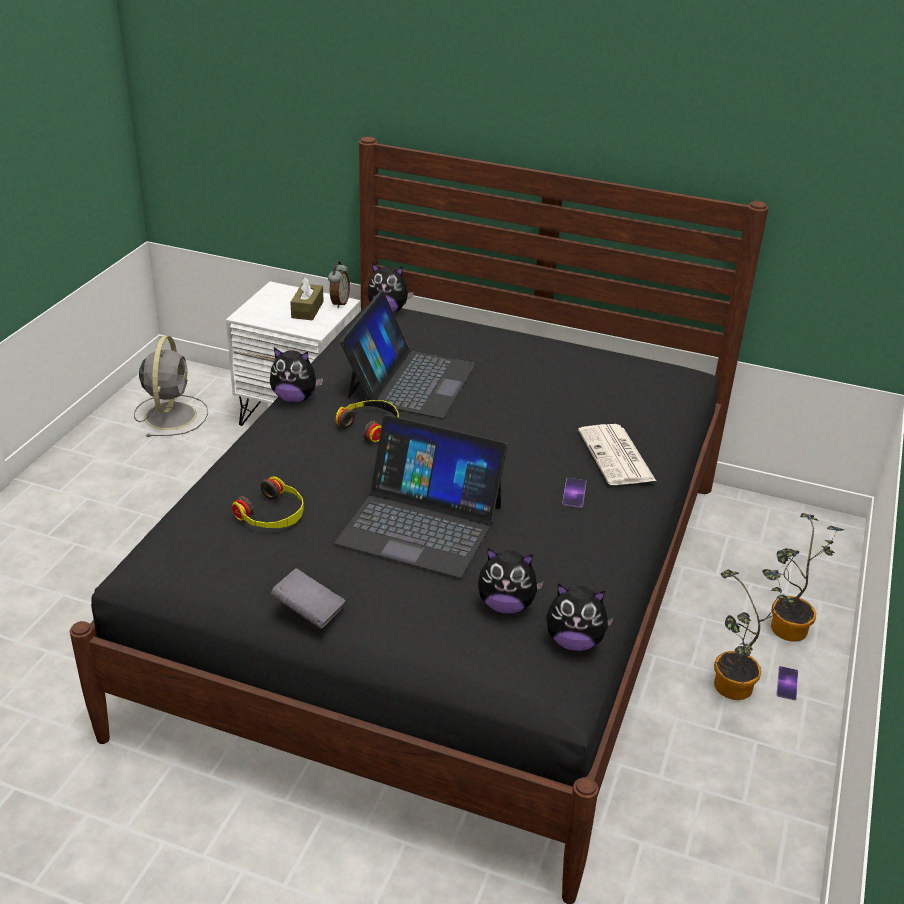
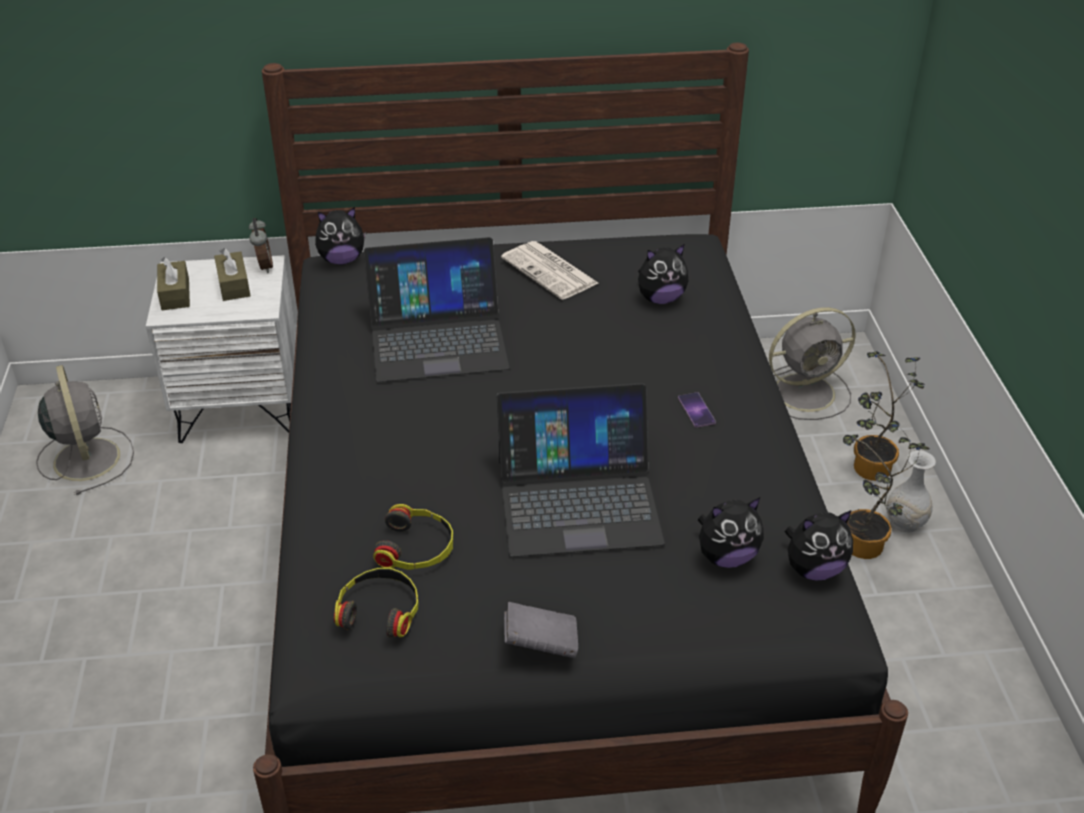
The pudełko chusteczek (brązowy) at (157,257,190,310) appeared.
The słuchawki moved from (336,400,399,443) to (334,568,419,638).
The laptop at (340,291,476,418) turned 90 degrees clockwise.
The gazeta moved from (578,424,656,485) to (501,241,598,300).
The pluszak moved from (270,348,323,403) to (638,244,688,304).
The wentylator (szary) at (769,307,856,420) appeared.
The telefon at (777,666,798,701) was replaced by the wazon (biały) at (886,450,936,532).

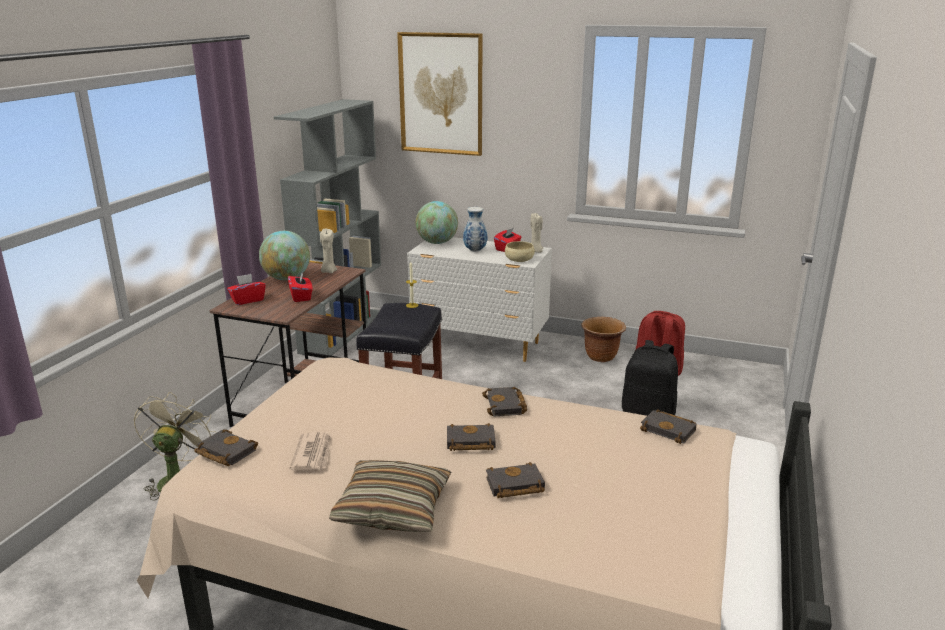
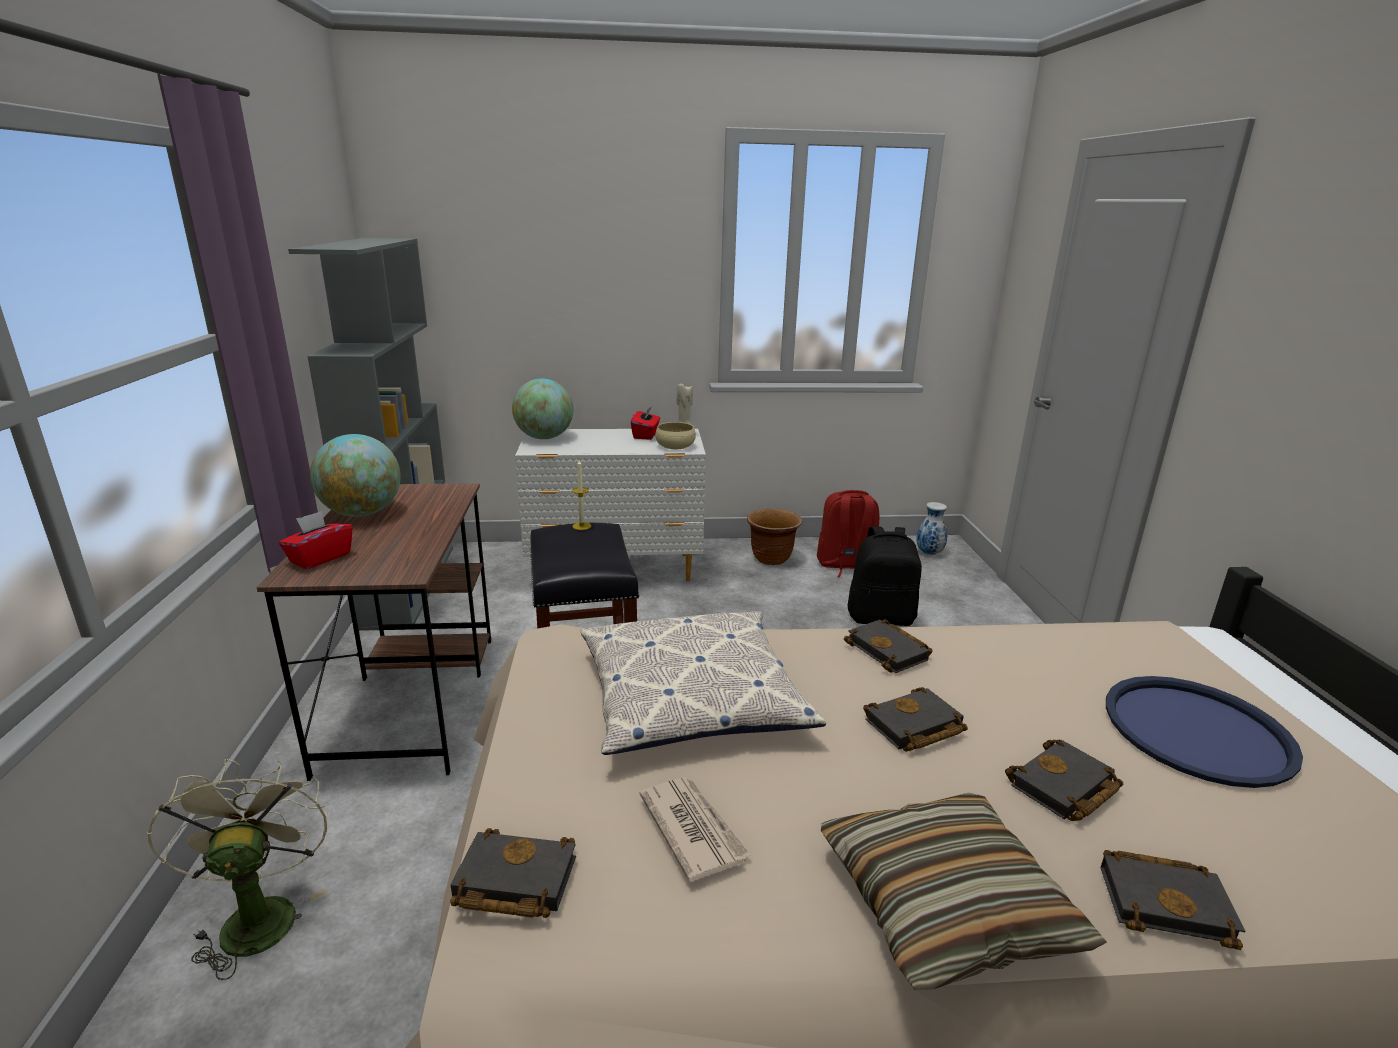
The poduszka at (581,611,826,755) appeared.
The wazon moved from (463,207,487,252) to (916,502,947,555).
The książka (czarny) moved from (640,409,697,444) to (1101,850,1246,950).
The taca (niebieski) at (1106,676,1303,788) appeared.
The pudełko chusteczek (czerwony) at (288,272,313,302) disappeared.
The świeca (beżowy) at (320,229,337,273) disappeared.
The obraz at (397,32,483,156) disappeared.

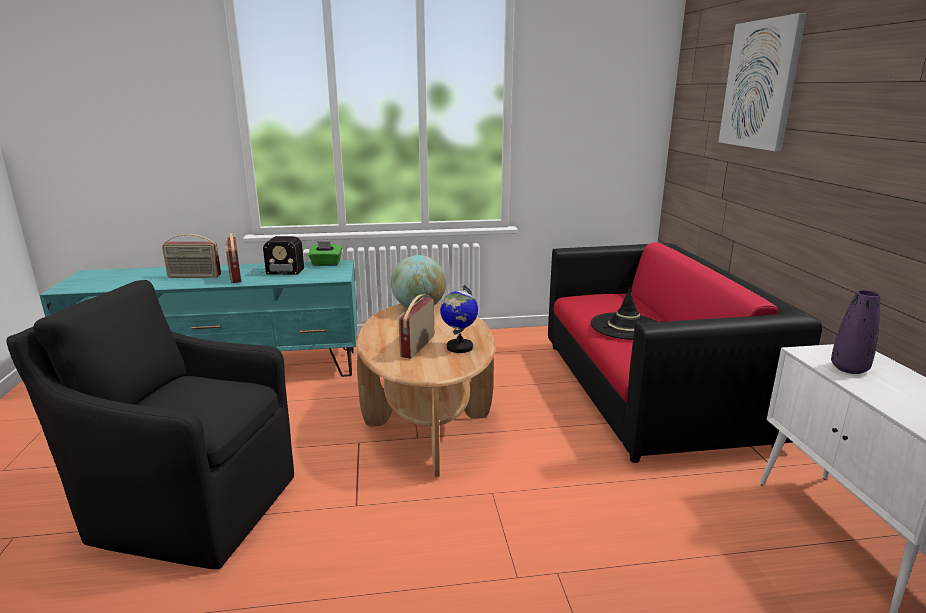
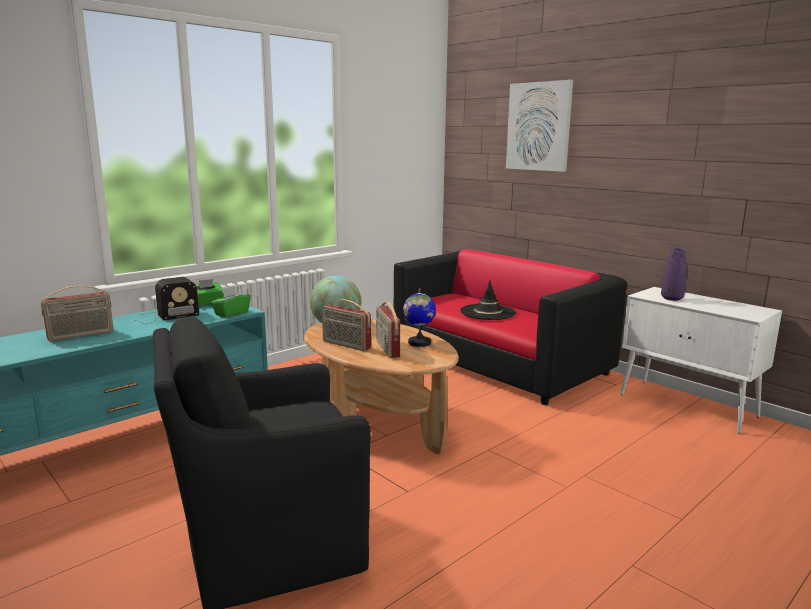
The pudełko chusteczek (zielony) at (211,286,251,318) appeared.
The radio moved from (225,233,241,283) to (322,299,371,351).

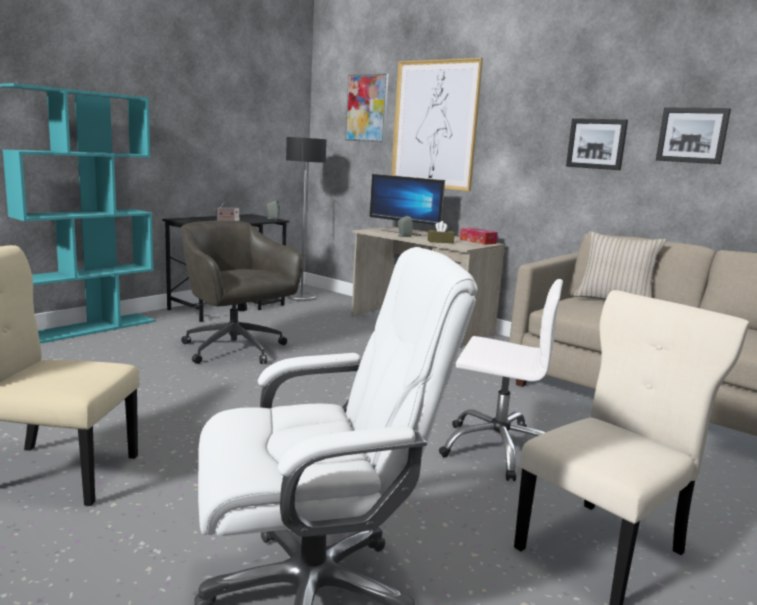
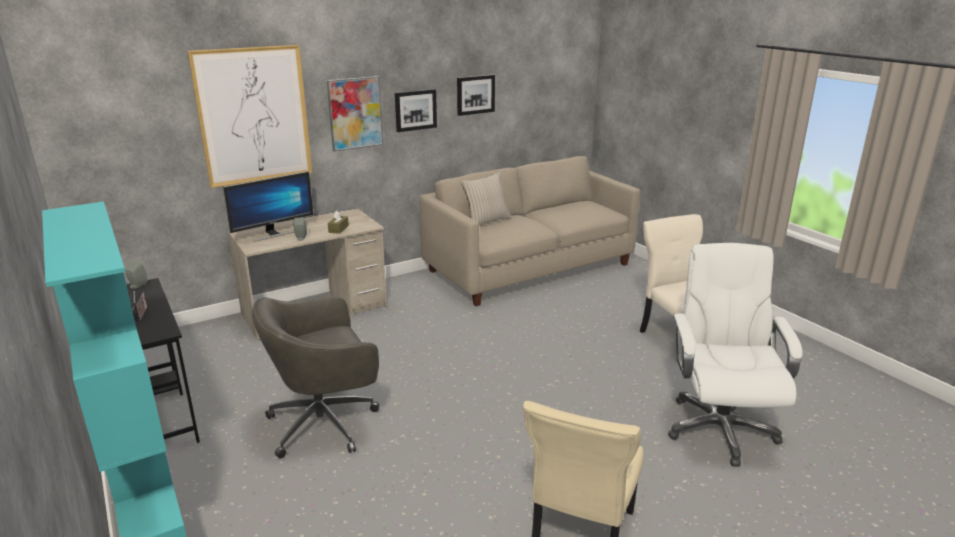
The obraz moved from (345,74,389,143) to (327,76,383,152).
The lampa stojąca at (286,137,326,301) disappeared.
The krzesło biurowe (biały) at (439,279,563,481) disappeared.
The pudełko chusteczek at (460,228,498,245) disappeared.

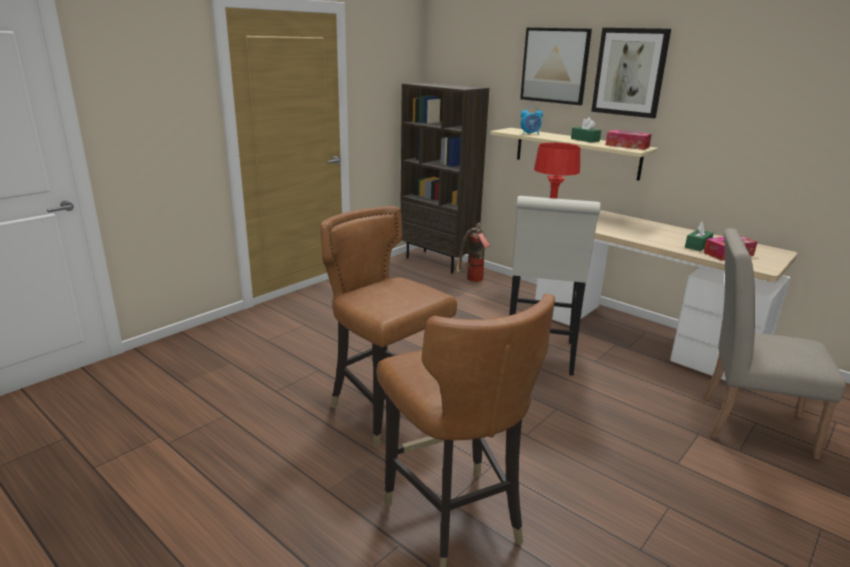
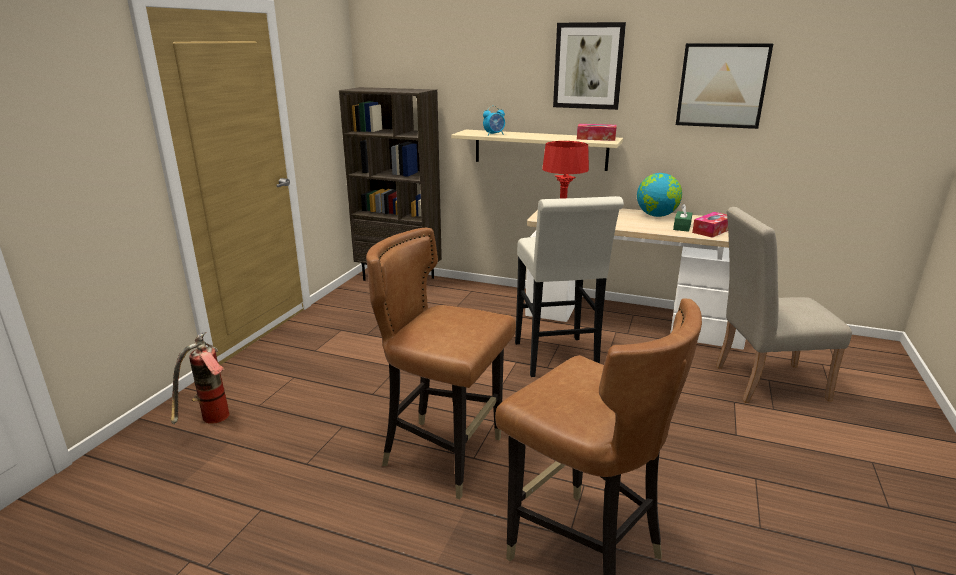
The gaśnica moved from (456,223,490,282) to (171,332,230,424).
The globus at (637,173,682,217) appeared.
The obraz moved from (520,28,592,105) to (676,43,773,129).
The pudełko chusteczek (zielony) at (571,118,601,143) disappeared.

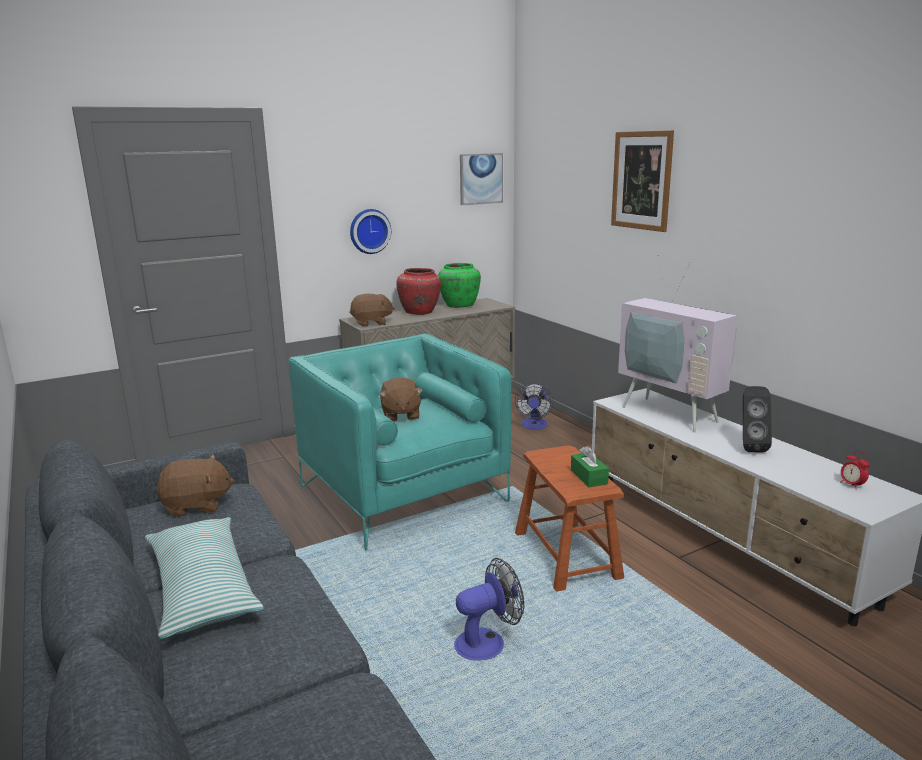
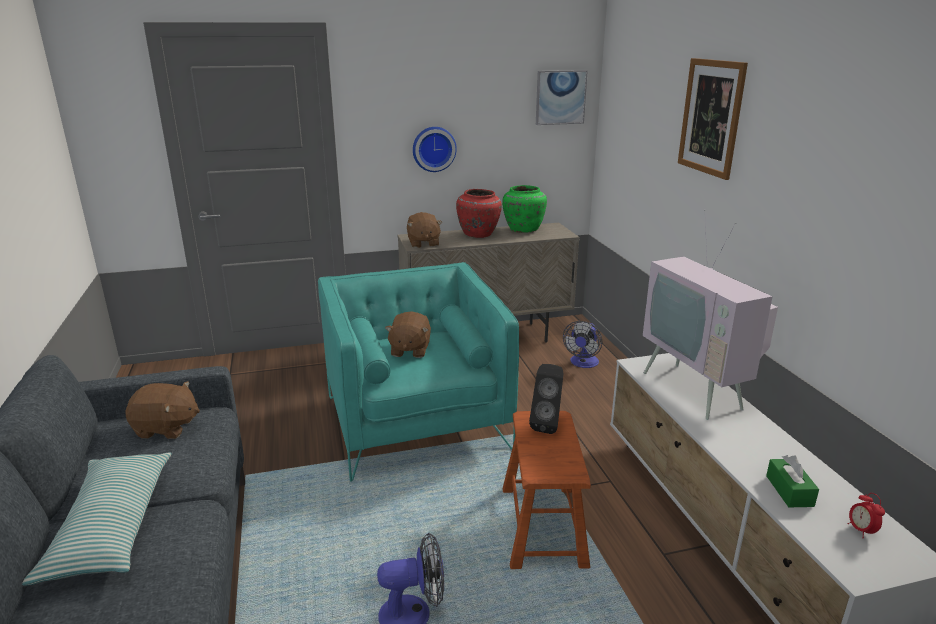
The pluszak (brązowy) at (350,294,395,327) turned 75 degrees clockwise.
The głośnik (czarny) moved from (743,386,772,452) to (529,364,563,434).
The pudełko chusteczek (zielony) moved from (571,446,609,487) to (766,455,819,507).

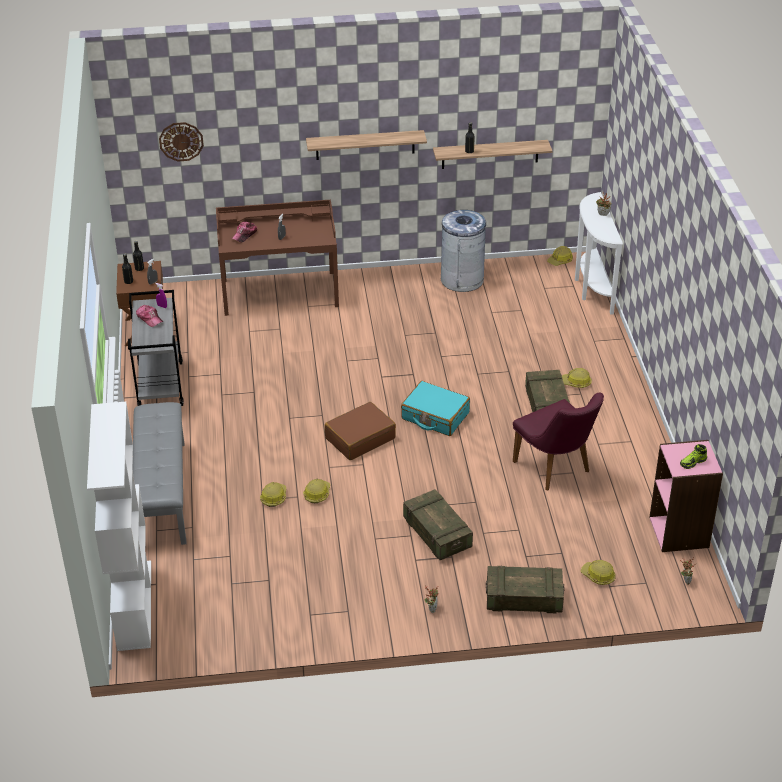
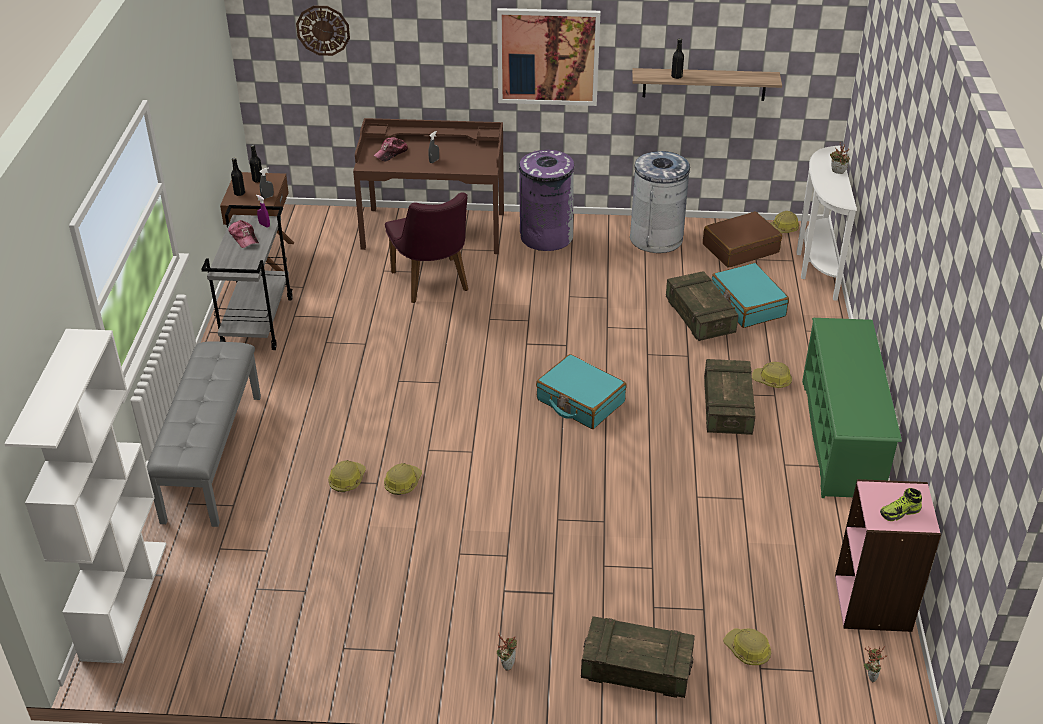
The krzesło (fioletowy) moved from (513,393,604,491) to (385,193,468,303).
The półka at (306,130,427,160) was replaced by the obraz at (497,8,601,106).
The kosz na śmieci (fioletowy) at (519,150,574,251) appeared.
The skrzynka moved from (403,489,473,560) to (666,271,738,341).
The walizka (brązowy) moved from (325,402,396,460) to (703,212,782,268).
The walizka (turkusowy) at (712,263,789,328) appeared.
The regał na buty (zielony) at (802,318,902,498) appeared.

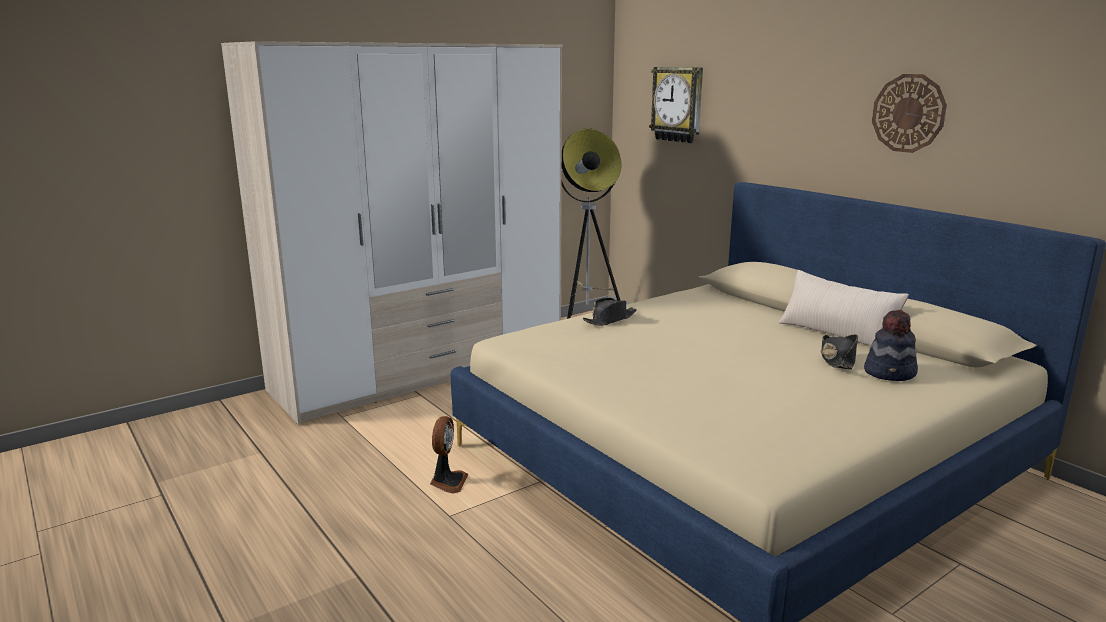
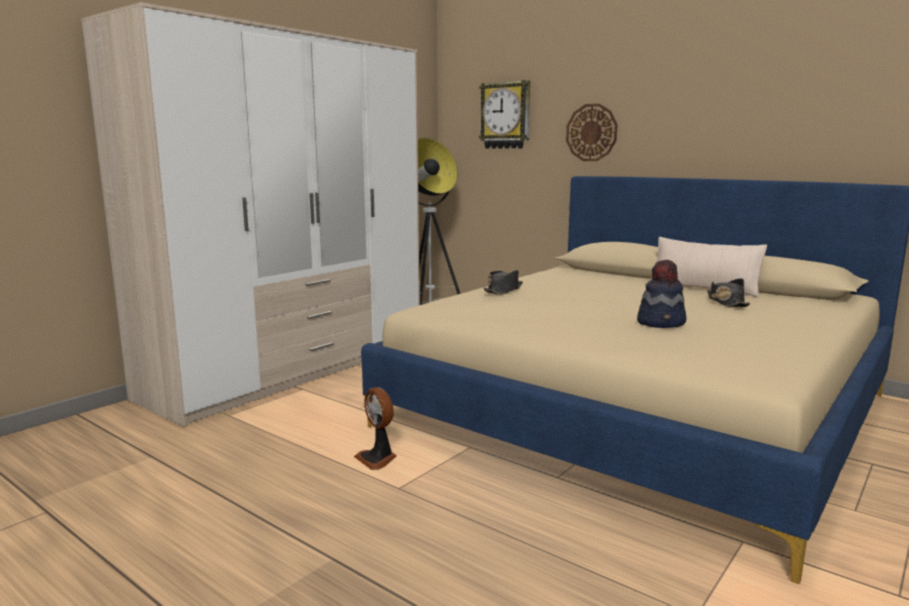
The wentylator at (430,416,468,493) turned 150 degrees clockwise.
The zegar ścienny moved from (872,74,947,153) to (566,104,618,161).
The kapelusz moved from (864,310,918,381) to (637,260,687,328).

